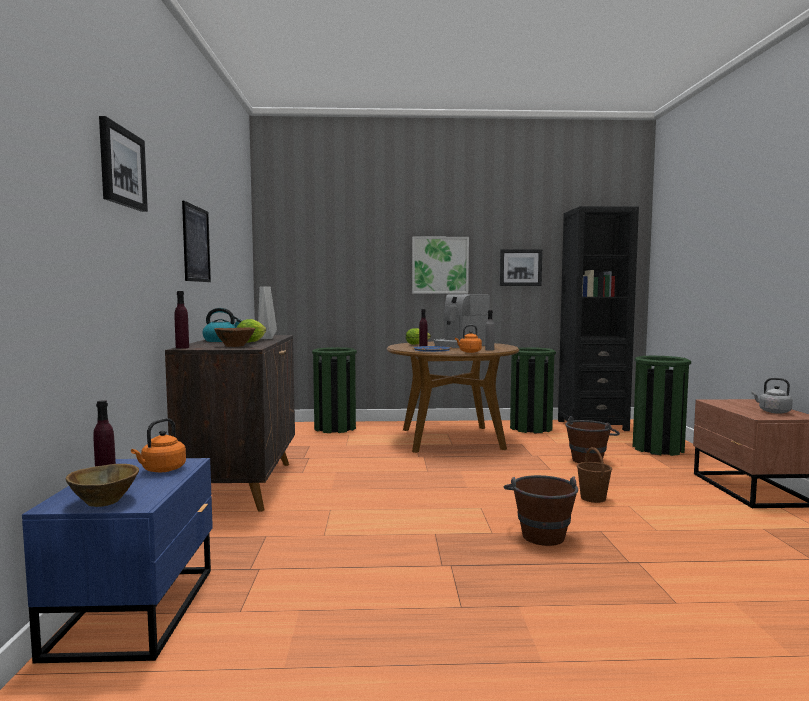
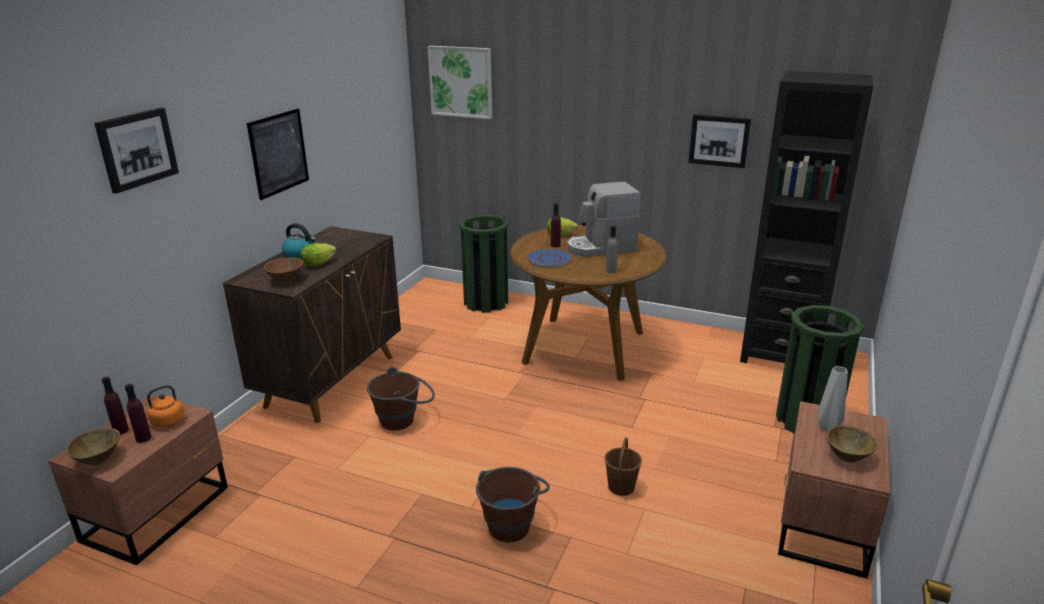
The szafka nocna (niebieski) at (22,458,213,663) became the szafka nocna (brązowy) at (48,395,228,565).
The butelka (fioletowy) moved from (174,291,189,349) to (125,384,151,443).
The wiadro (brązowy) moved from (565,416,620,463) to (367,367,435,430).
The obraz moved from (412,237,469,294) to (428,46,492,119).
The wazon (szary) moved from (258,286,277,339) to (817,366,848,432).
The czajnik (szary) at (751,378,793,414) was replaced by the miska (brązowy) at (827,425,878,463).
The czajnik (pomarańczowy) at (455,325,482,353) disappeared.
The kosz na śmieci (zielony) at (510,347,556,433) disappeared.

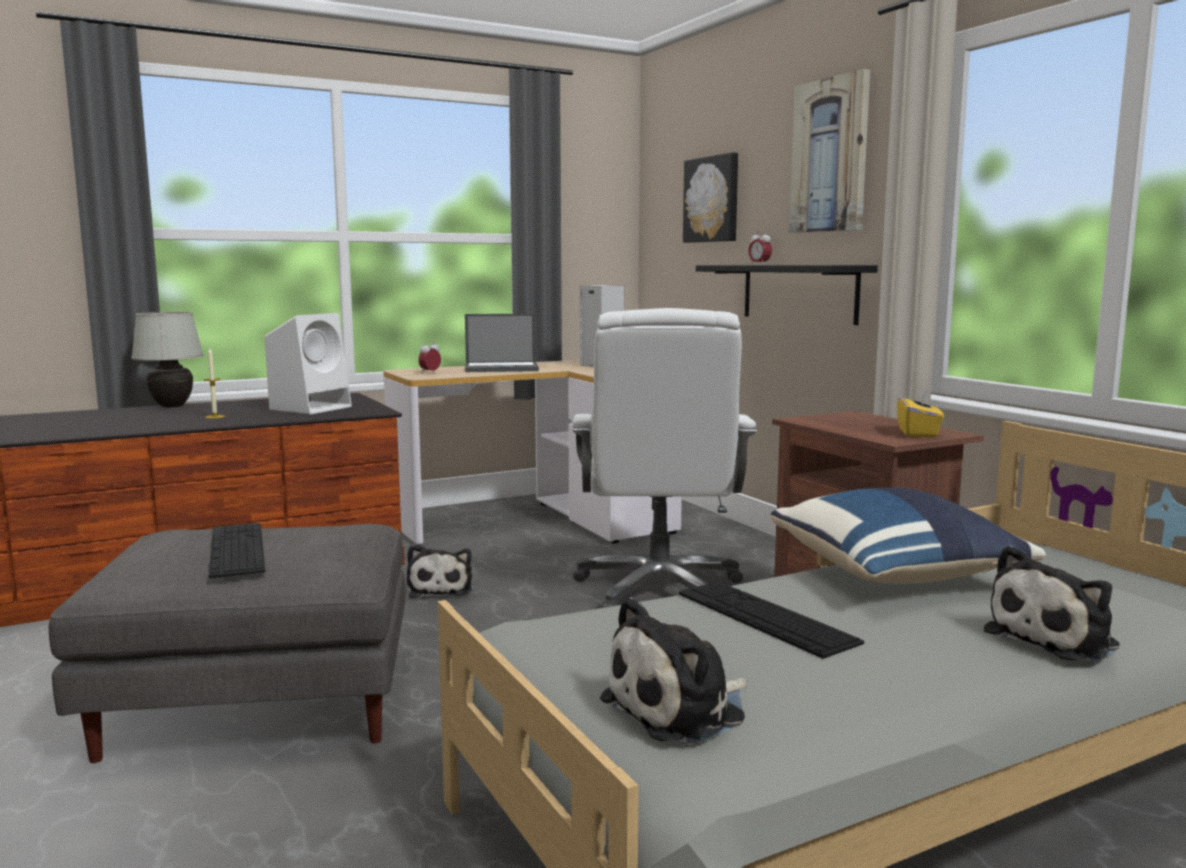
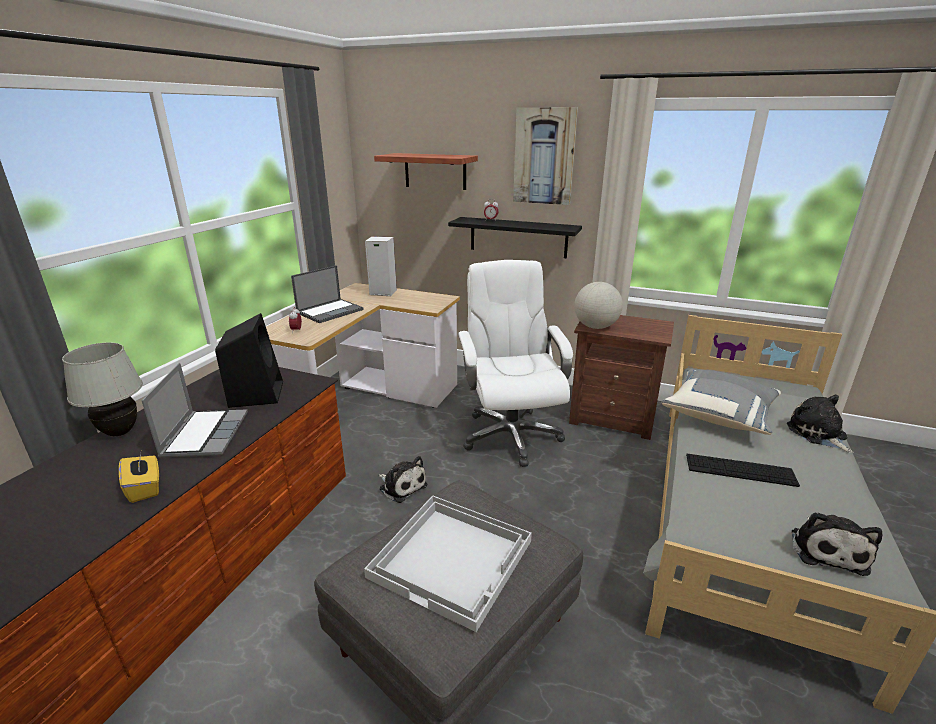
The pudełko chusteczek (żółty) moved from (897,389,944,437) to (119,453,159,503).
The świeca at (204,348,225,419) was replaced by the laptop at (142,363,248,458).
The głośnik (biały) at (265,313,352,415) became the głośnik (czarny) at (215,313,283,408).
The klawiatura at (209,523,265,579) was replaced by the taca (biały) at (364,495,532,632).
The obraz at (683,152,738,243) was replaced by the półka at (374,153,478,190).
The krzesło biurowe (biały) at (572,308,757,608) turned 150 degrees counterclockwise.
The globus at (574,282,623,329) appeared.
The poduszka (niebieski) at (770,488,1046,584) became the poduszka (szary) at (662,369,781,435).
The pluszak at (984,545,1120,662) turned 150 degrees clockwise.

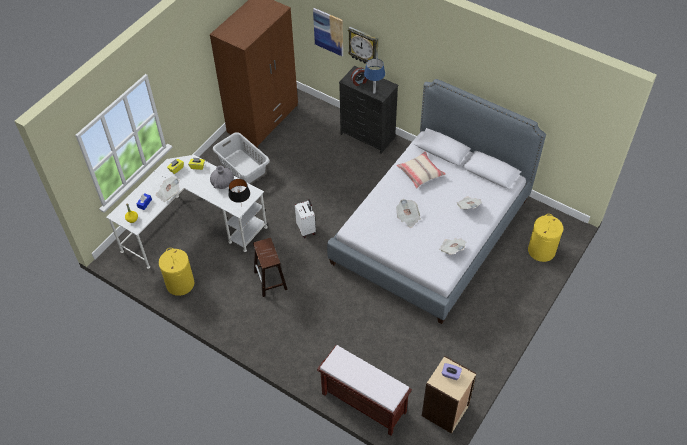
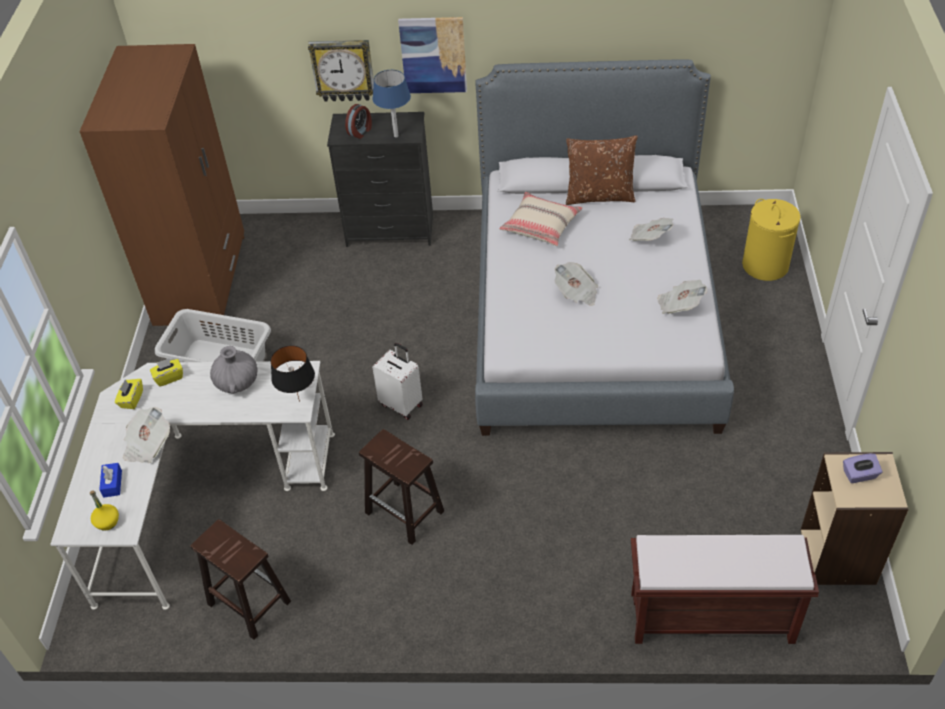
The kosz na pranie (żółty) at (159,248,195,296) was replaced by the stołek (brązowy) at (190,519,291,640).
The obraz moved from (313,8,343,56) to (398,17,467,93).
The poduszka (brązowy) at (566,135,638,205) appeared.

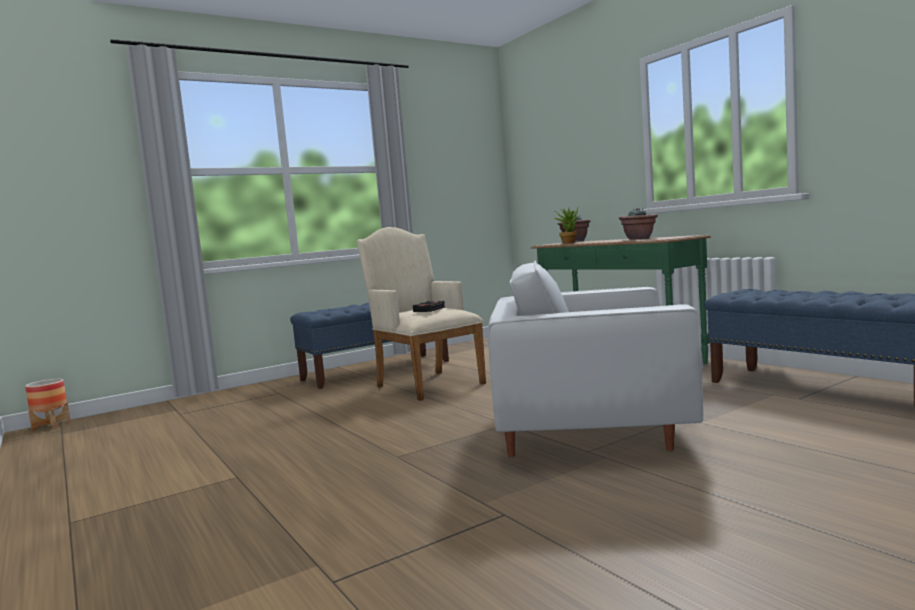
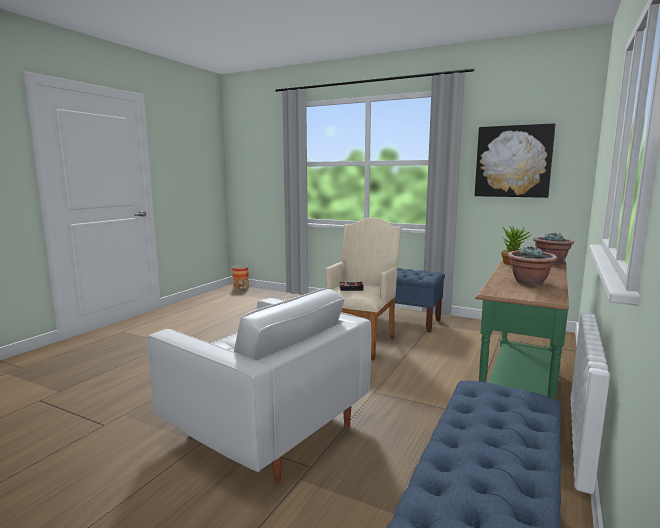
The fotel (biały) at (487,261,703,457) turned 150 degrees clockwise.
The obraz at (475,123,555,198) appeared.

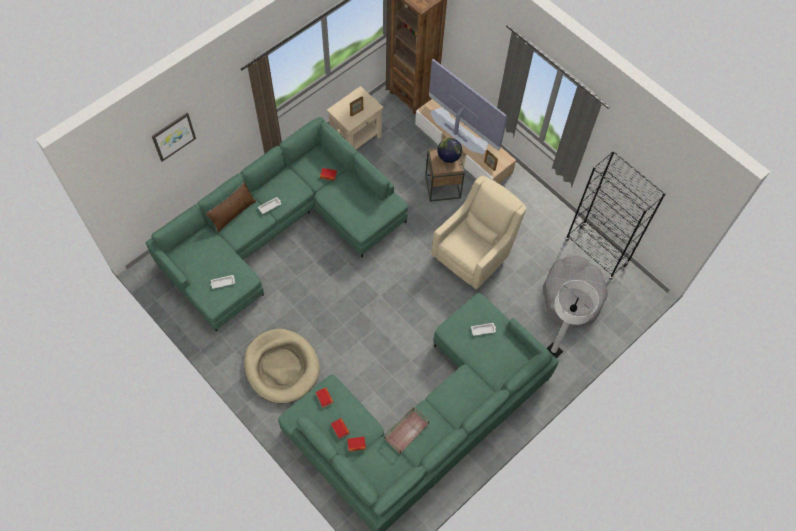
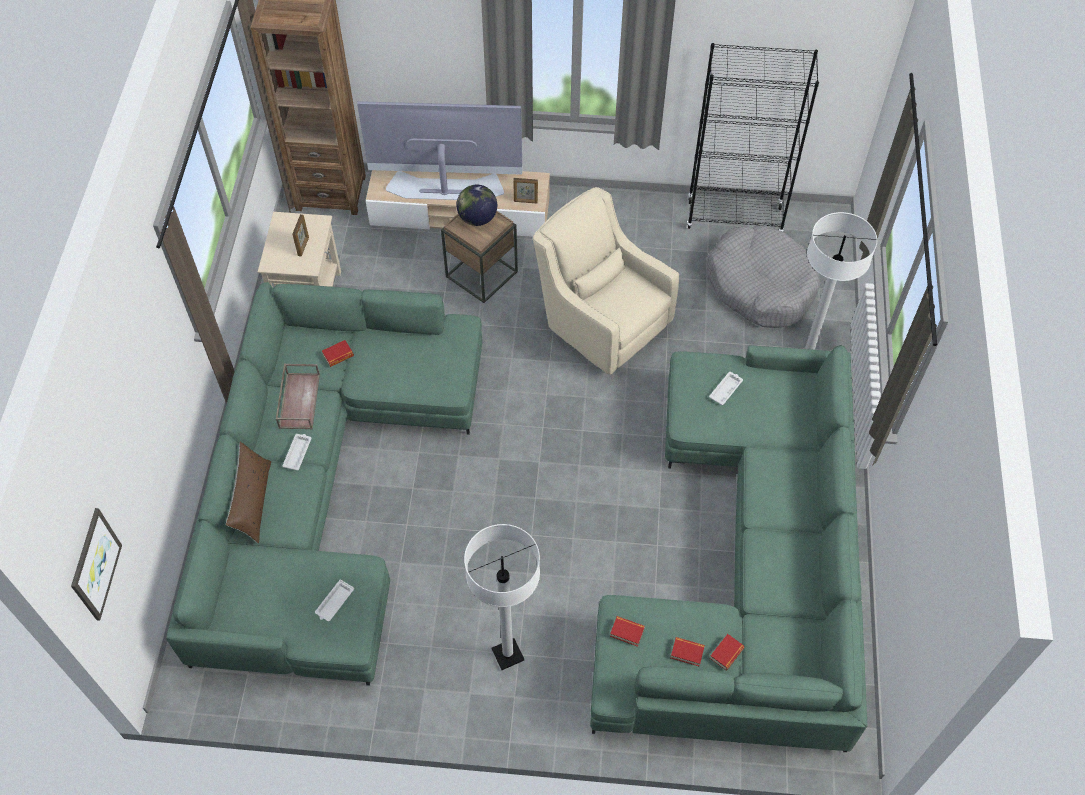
The obraz moved from (152,113,196,162) to (71,508,122,621).
The taca (brązowy) moved from (384,406,429,454) to (276,363,320,429).
The legowisko (beżowy) at (244,329,320,403) was replaced by the lampa stojąca (biały) at (464,524,540,670).
The fotel (beżowy) at (431,176,526,289) turned 45 degrees counterclockwise.

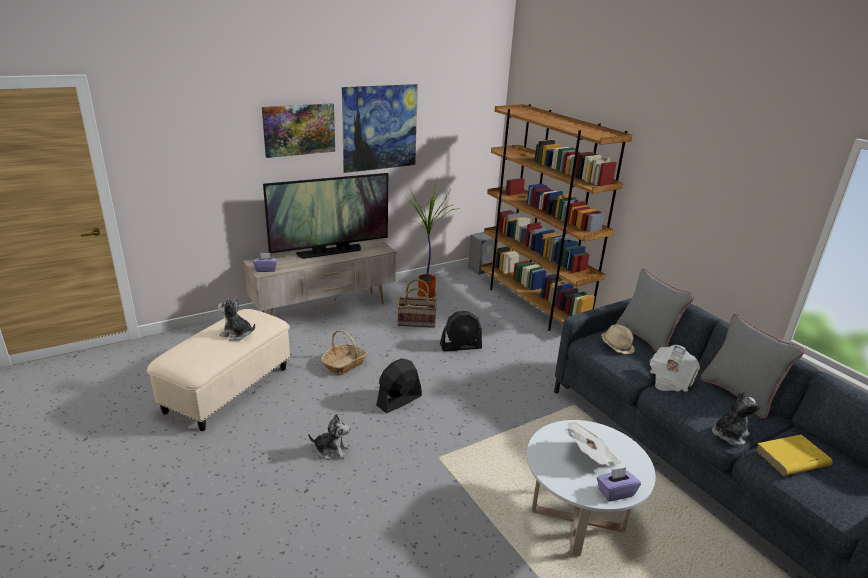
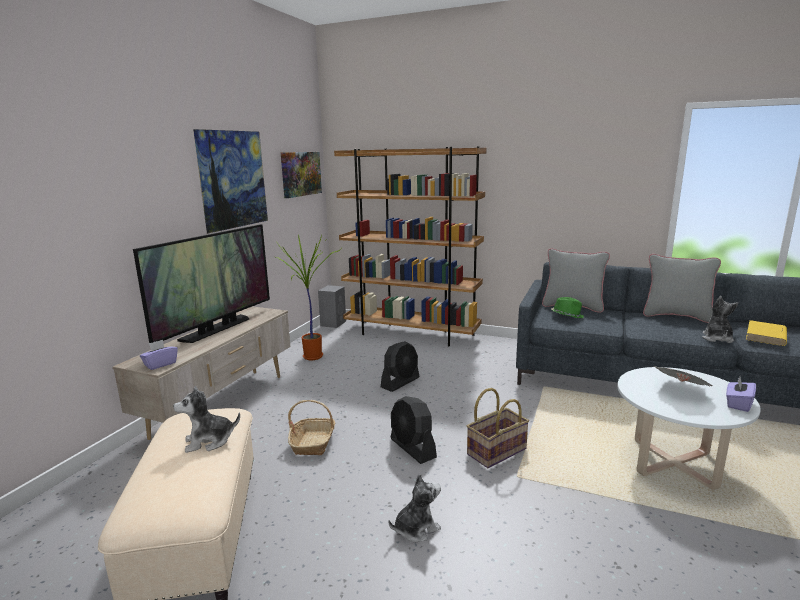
The obraz moved from (262,103,335,158) to (281,152,322,198).
The wentylator (czarny) at (376,359,422,413) turned 45 degrees counterclockwise.
The koszyk moved from (397,279,437,328) to (467,388,529,468).
The kapelusz (beżowy) at (601,324,635,354) became the kapelusz (zielony) at (551,297,584,318).
The gazeta at (649,345,700,392) disappeared.

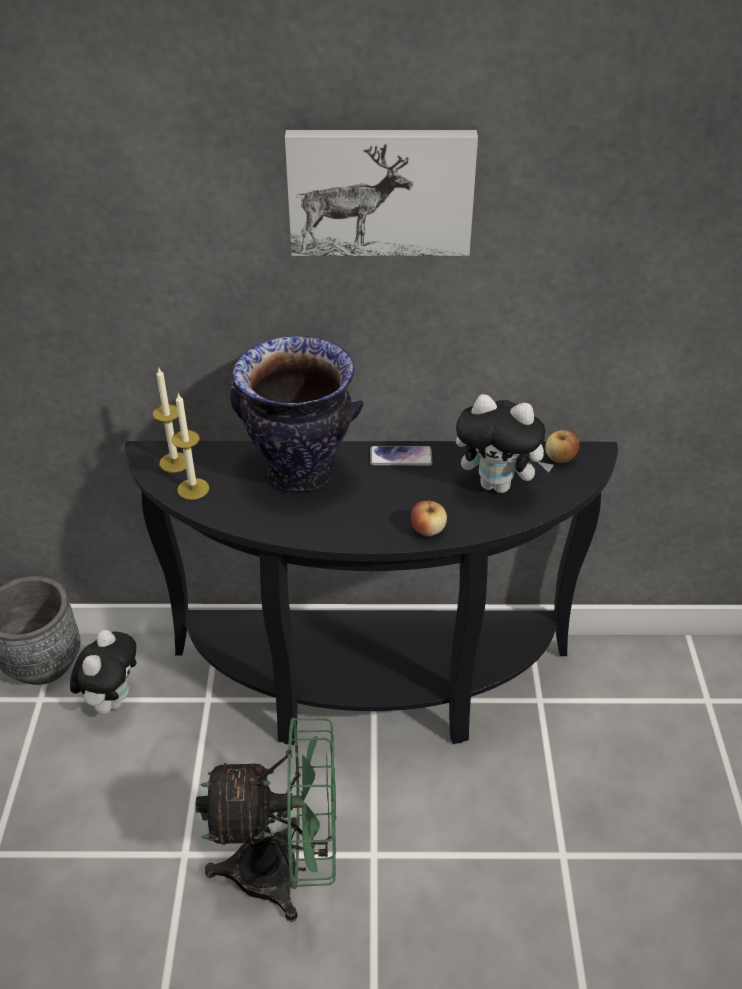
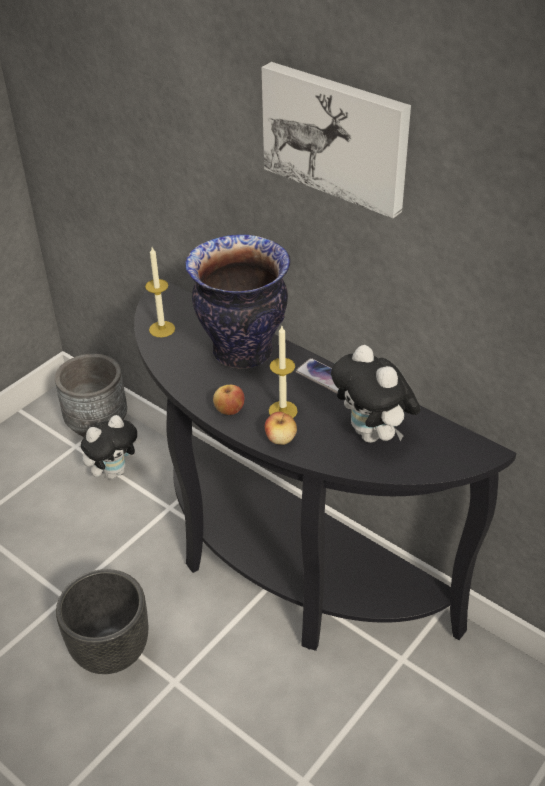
The wentylator (zielony) at (195,718,336,922) was replaced by the donica (czarny) at (56,569,148,674).
The jabłko moved from (545,430,579,463) to (213,385,244,415).
The świeca moved from (153,368,186,473) to (269,326,298,418).

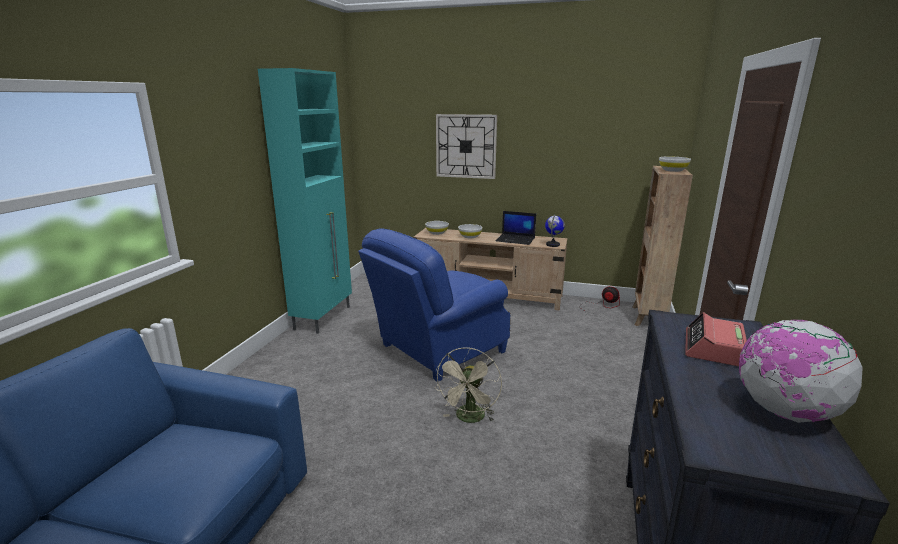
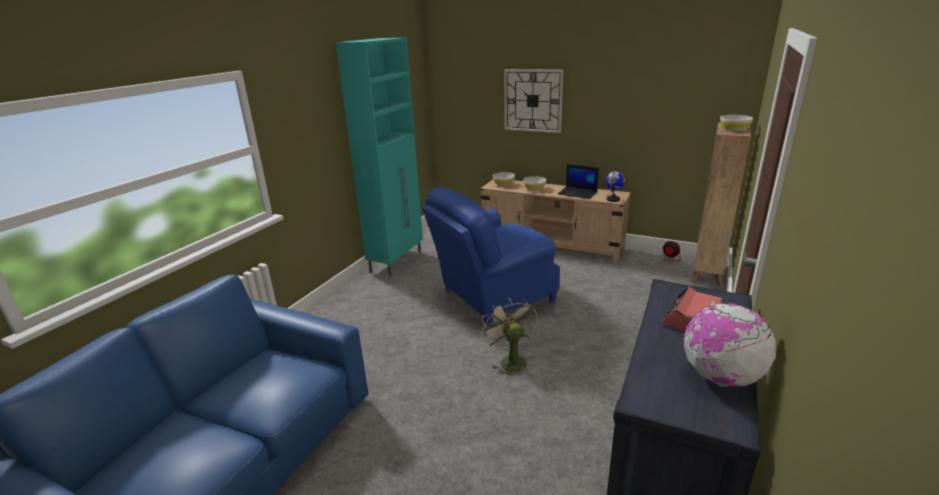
The wentylator (beżowy) at (435,348,502,423) turned 135 degrees clockwise.

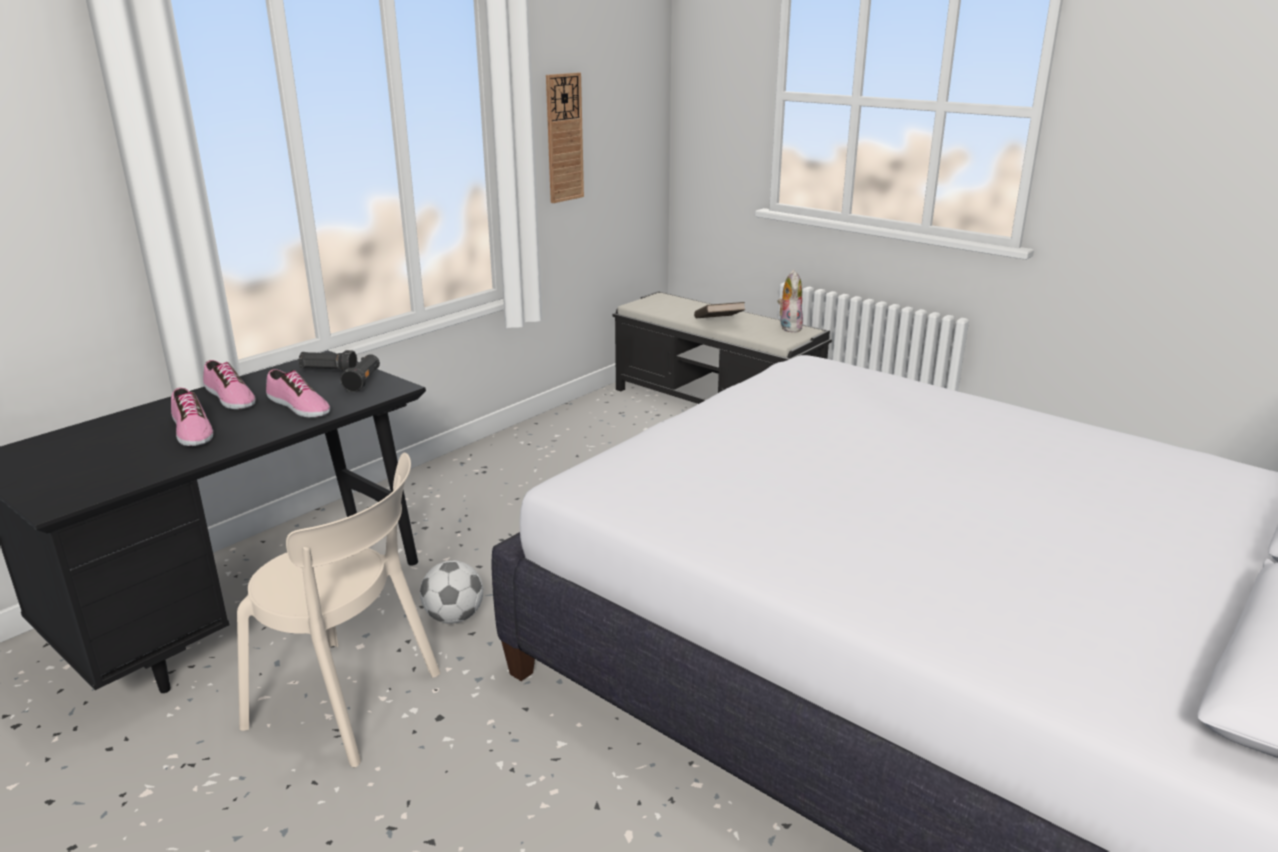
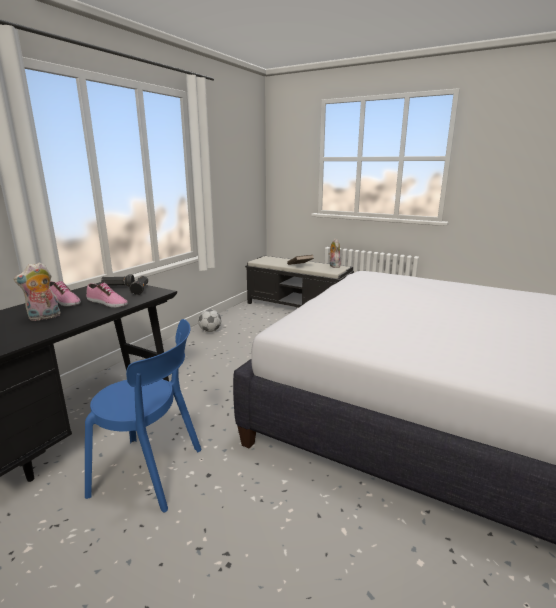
The but at (171,388,213,446) was replaced by the pluszak at (14,262,60,321).
The krzesło (beżowy) at (237,453,440,767) became the krzesło (niebieski) at (85,319,202,512).
The piłka futbolowa moved from (420,560,483,624) to (198,309,221,332).
The zegar ścienny at (546,72,584,203) disappeared.

